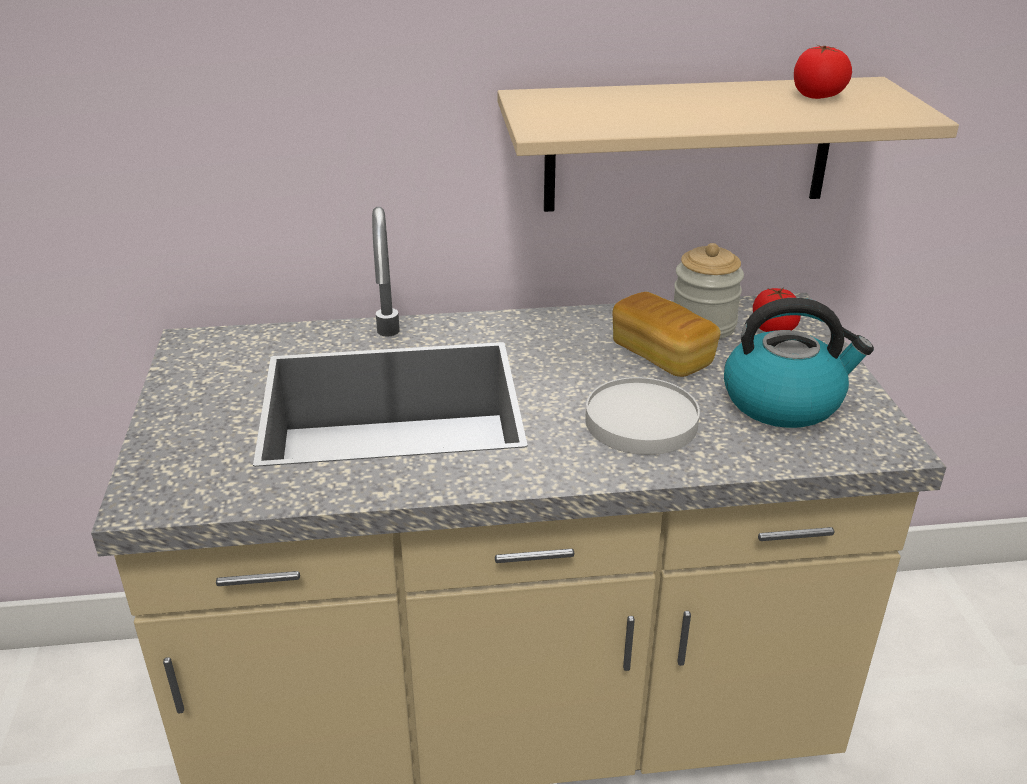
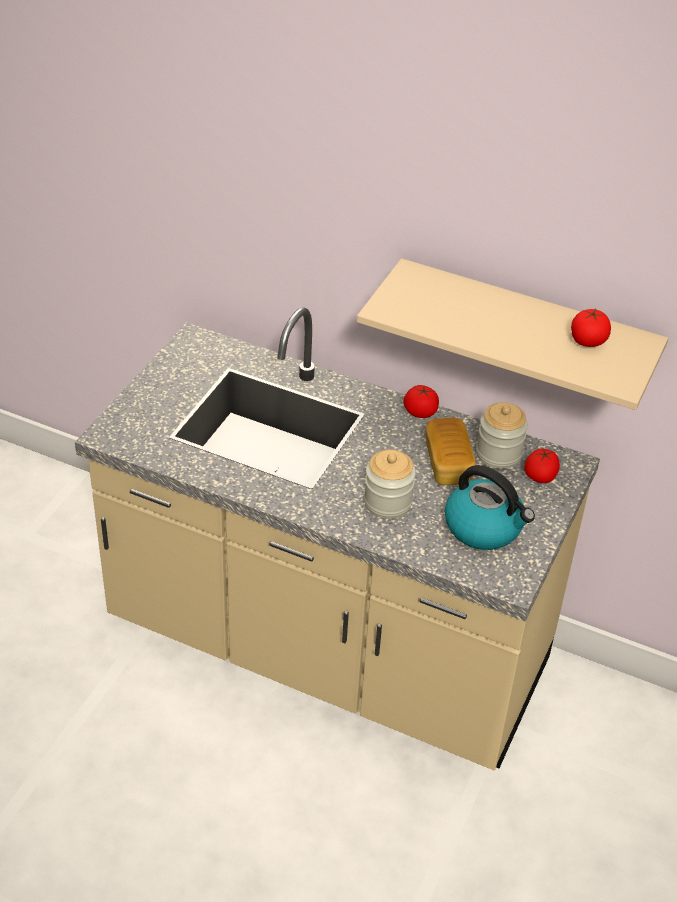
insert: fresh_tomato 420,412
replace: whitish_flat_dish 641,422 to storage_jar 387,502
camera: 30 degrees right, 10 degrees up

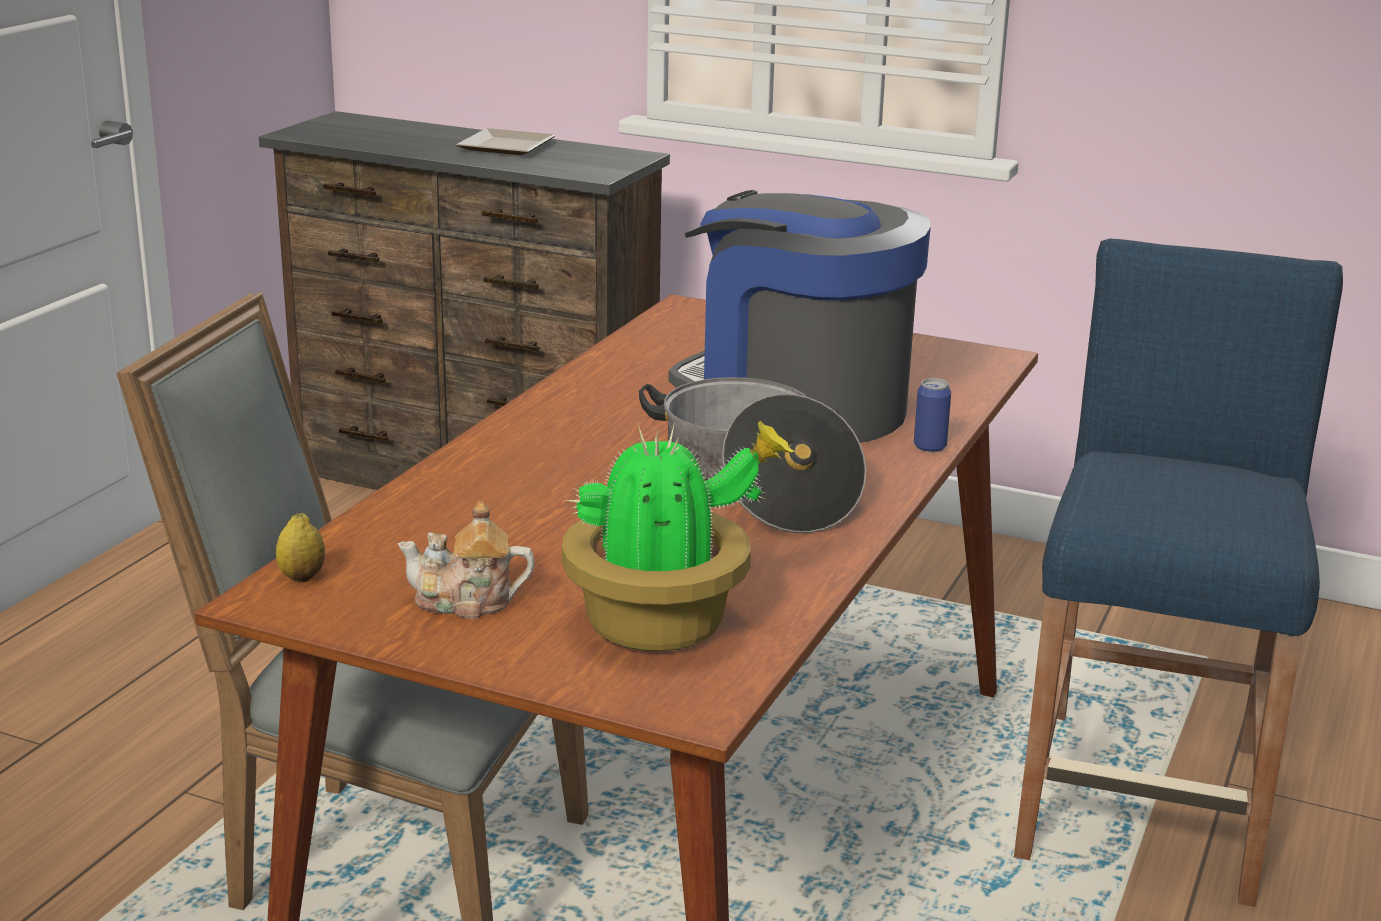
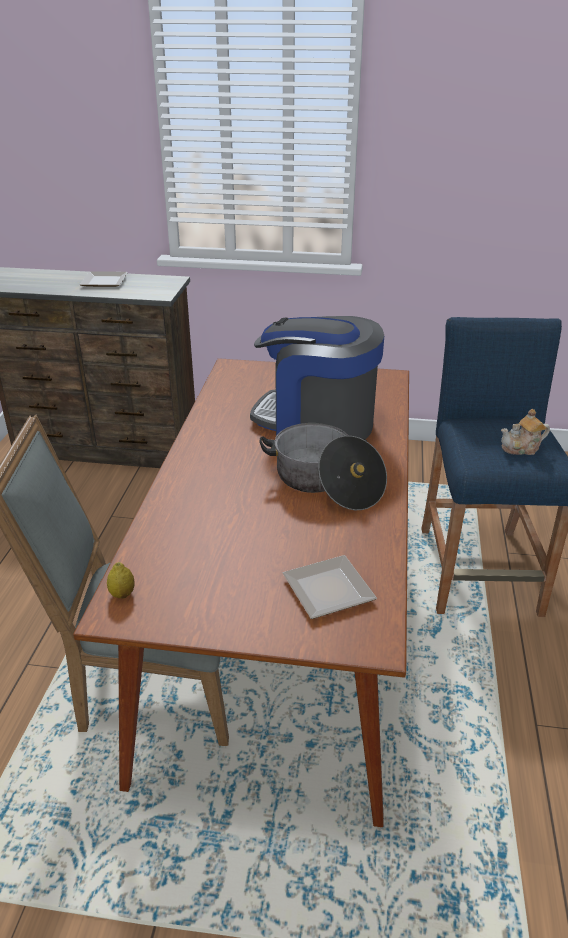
delete: metal_can 929,447
move: pot_for_tea 466,602 to 522,448
replace: houseplant 663,624 to flat_dish 329,588
camera: 15 degrees left, 10 degrees up

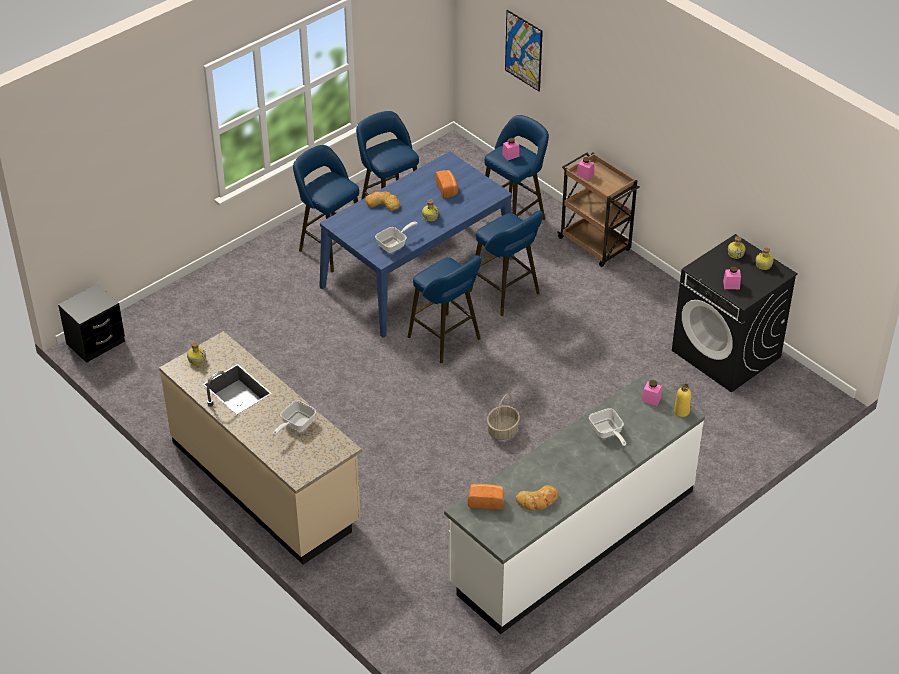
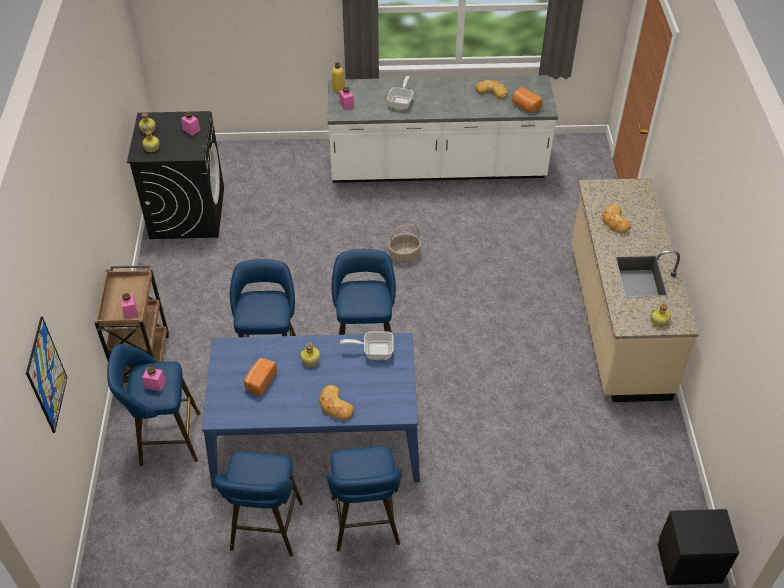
replace: pan 295,425 to baked_bread 614,221
camera: 140 degrees left, 5 degrees up

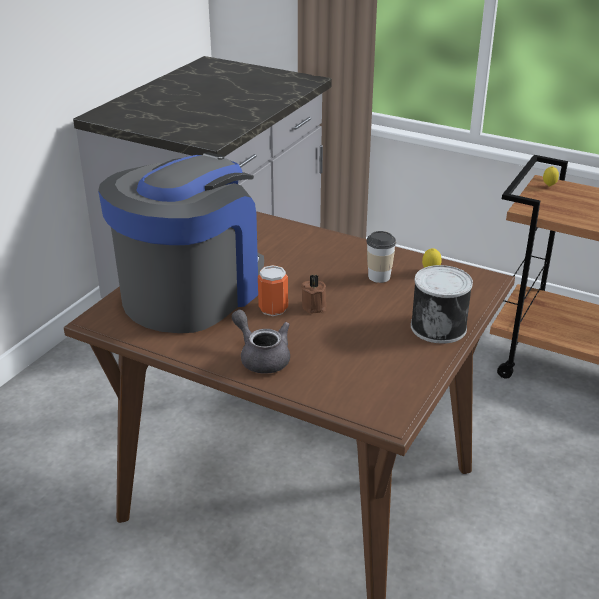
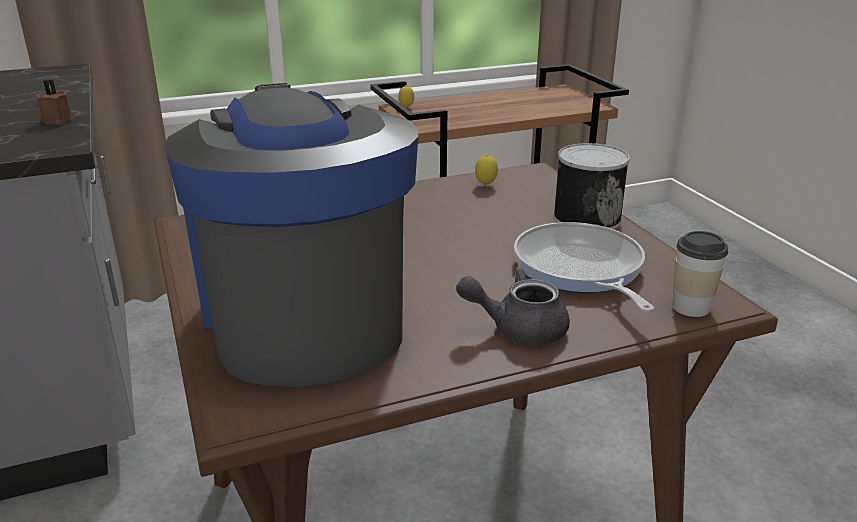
delete: metal_can 273,309
insert: pan 580,269
move: brownish_wax_candle 315,306 to 58,120; drinking_cup 379,277 to 691,307
camera: 50 degrees left, 5 degrees down

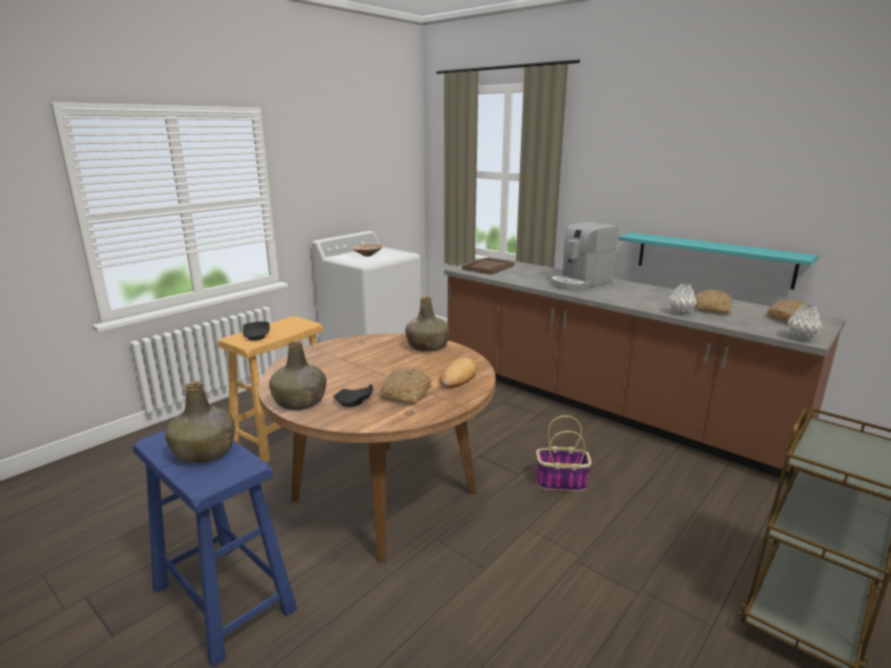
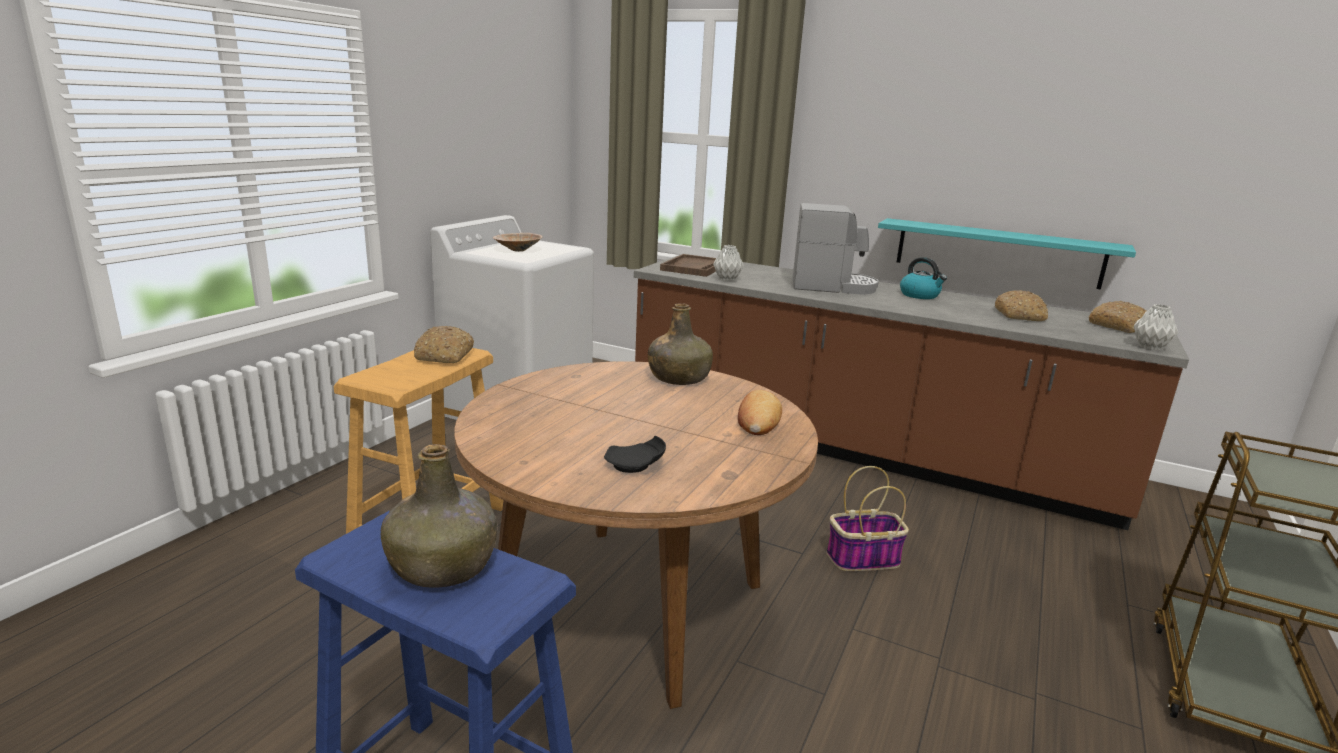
delete: black_flat_dish 257,336; greenish_bottle 300,402
insert: water_kettle 920,295
move: baked_bread 406,394 to 445,355; grey_vase 680,313 to 726,279
rotate: coffee_machine 579,283 = 832,286 120 degrees counterclockwise
camera: 15 degrees left, 0 degrees up

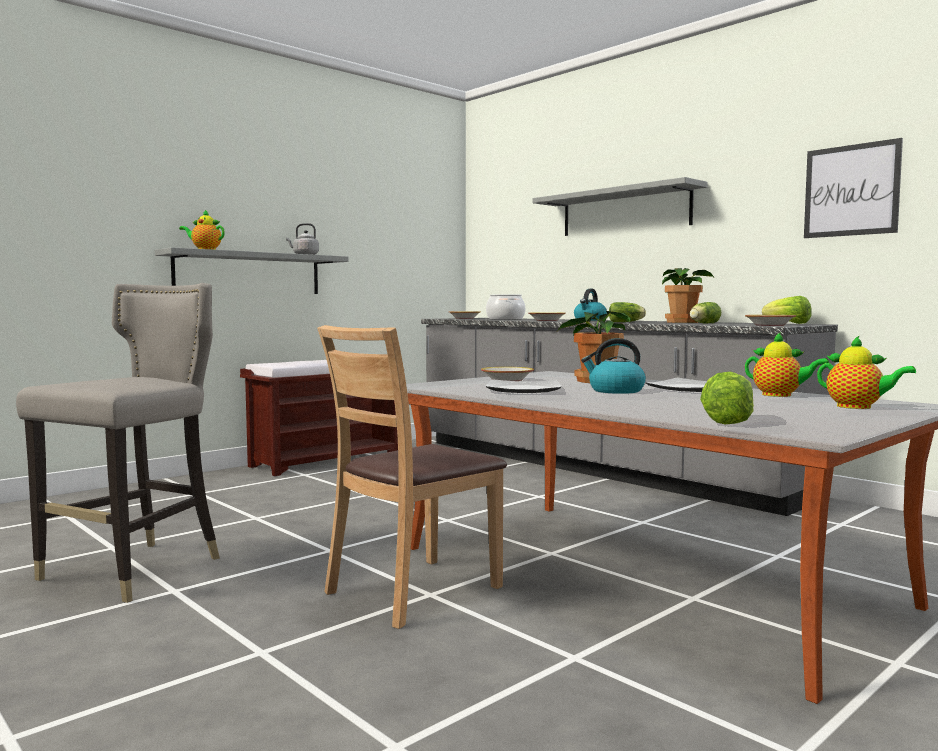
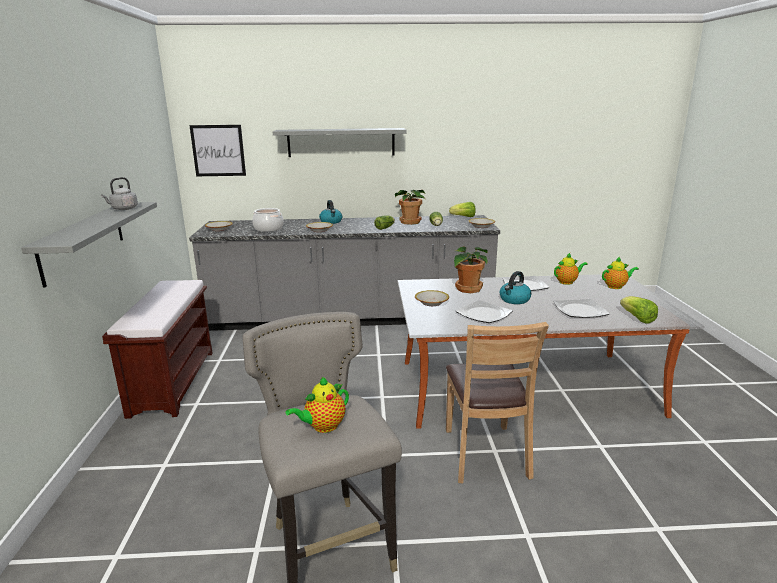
insert: flat_dish 580,311
move: pot_for_tea 204,250 to 323,427; picture 851,190 to 218,150
camera: 50 degrees left, 15 degrees up

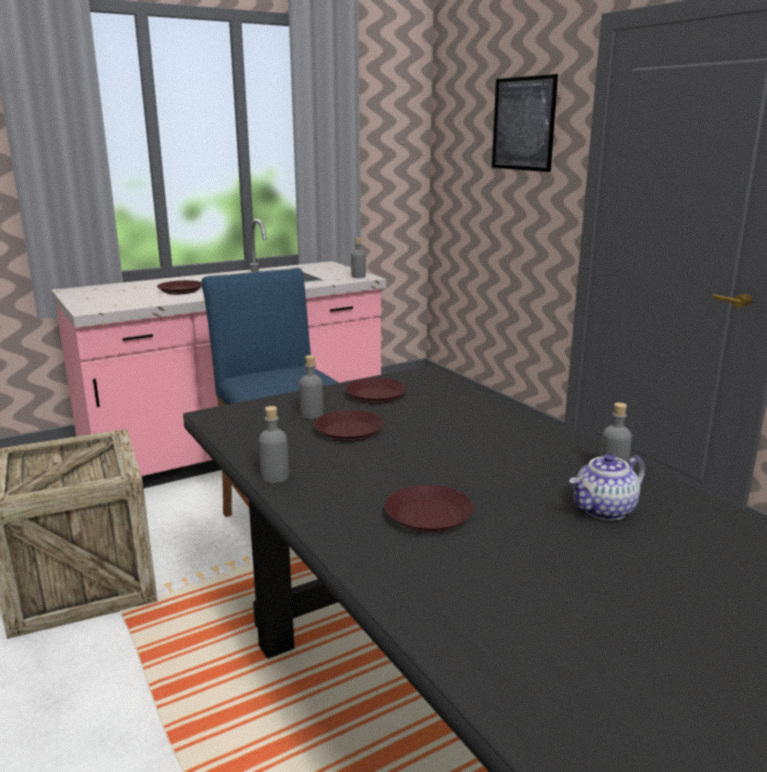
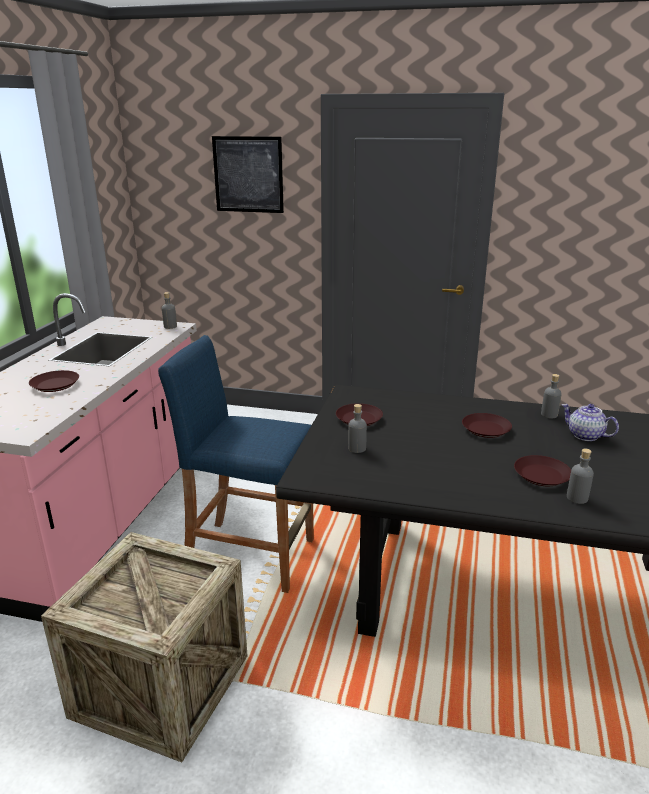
move: grey_bottle 275,477 to 577,498; brownish_flat_dish 348,431 to 485,429
rotate: pot_for_tea 604,510 = 585,435 120 degrees clockwise
camera: 45 degrees left, 5 degrees up

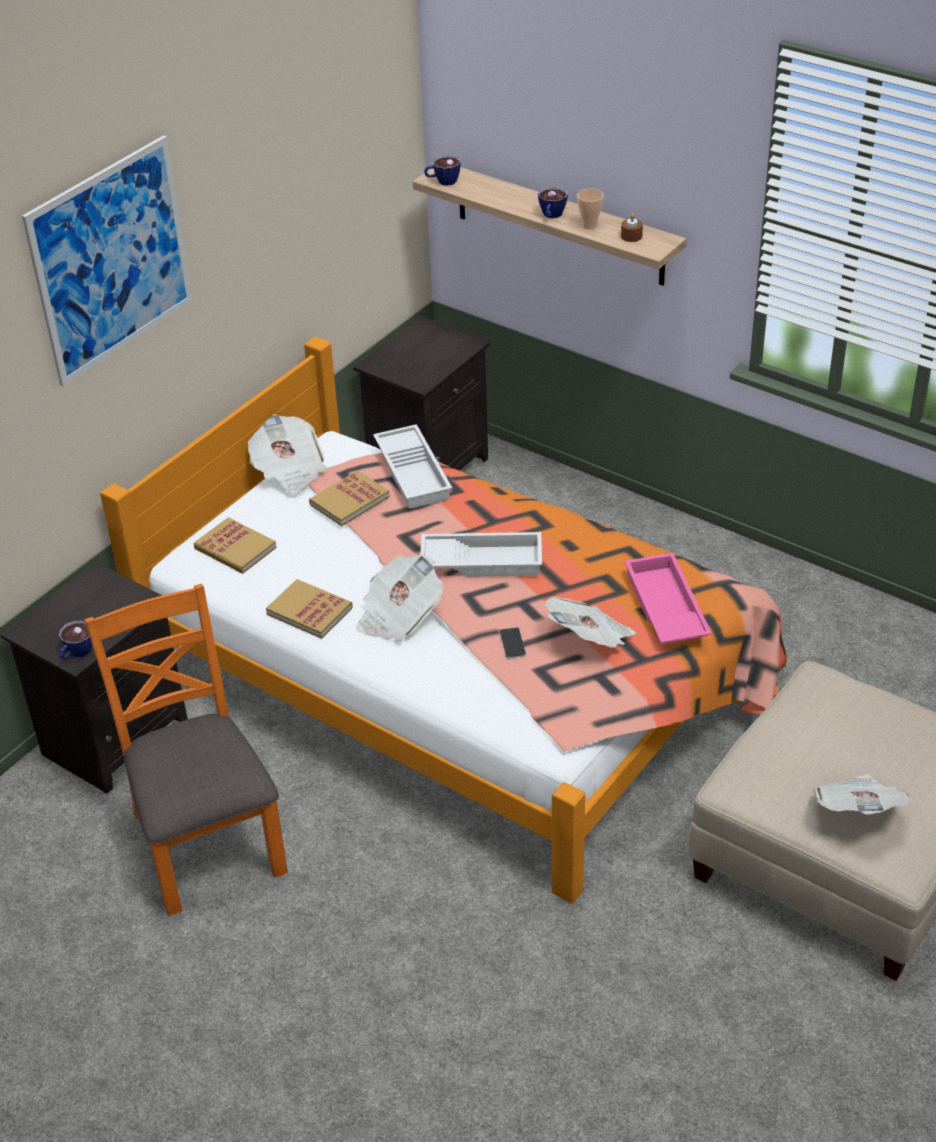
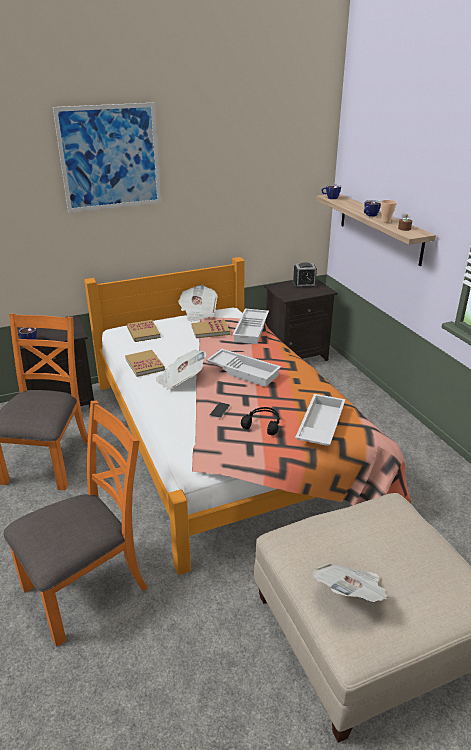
insert: orange_plain_chair 86,587; table_clock 304,284
replace: daily_paper 590,640 to black_headphones 263,424
recolor: pinkish_carrying_tray 664,608 to whitish_carrying_tray 319,425
camera: 30 degrees right, 10 degrees down

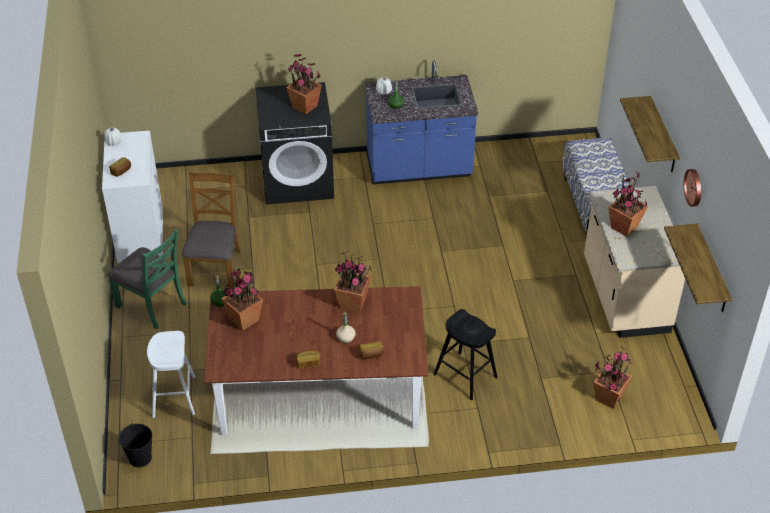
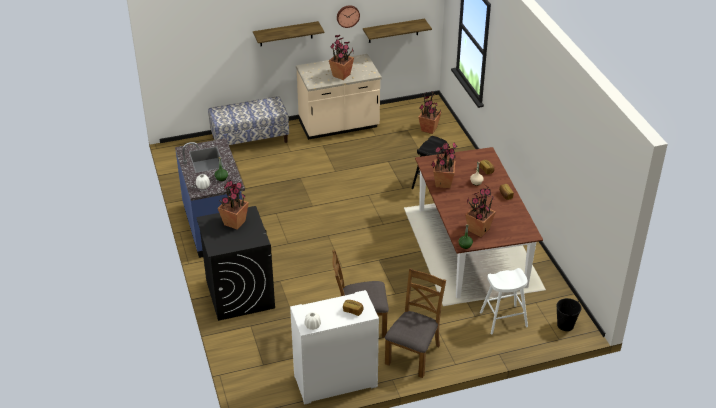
recolor: greenish_plain_chair 152,304 to brownish_plain_chair 413,354
camera: 100 degrees left, 5 degrees down

